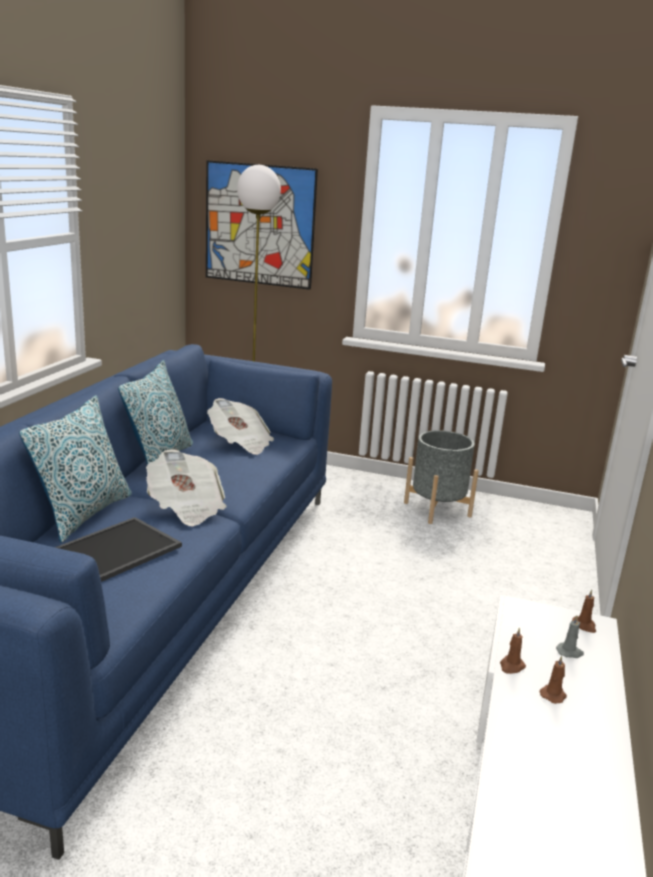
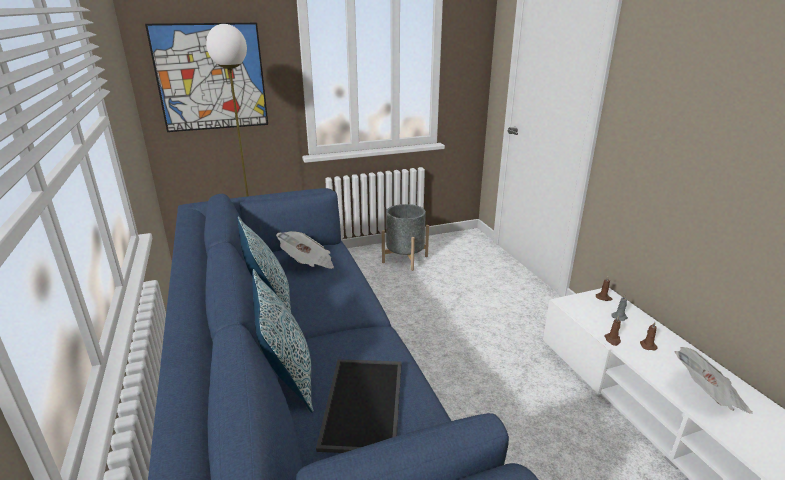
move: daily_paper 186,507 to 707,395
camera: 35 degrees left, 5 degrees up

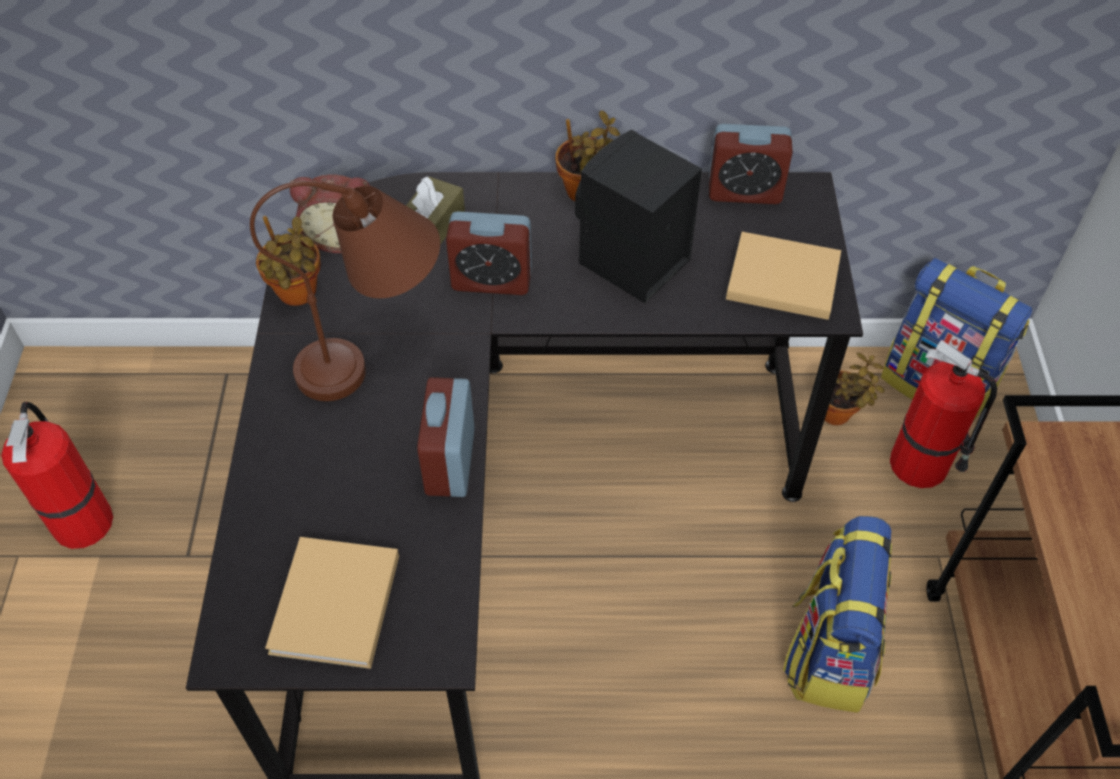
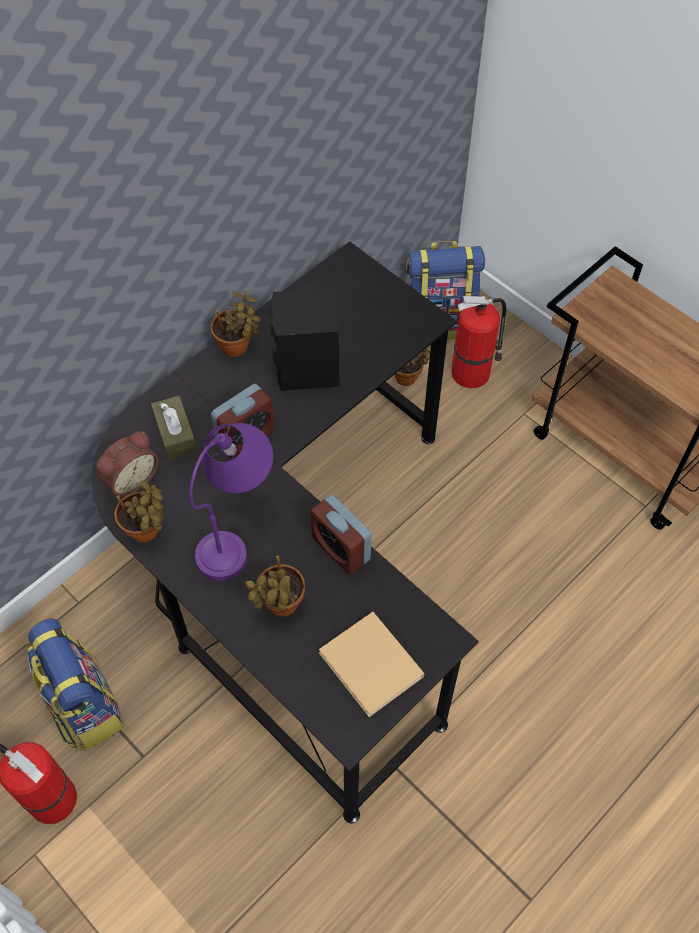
delete: table_clock 744,191; beige-coloured_volume 779,278
insert: houseplant 280,606
move: rucksack 828,651 to 83,706
recolor: brownish_table_lamp 377,358 to purplish_table_lamp 237,528
camera: 45 degrees left, 5 degrees up

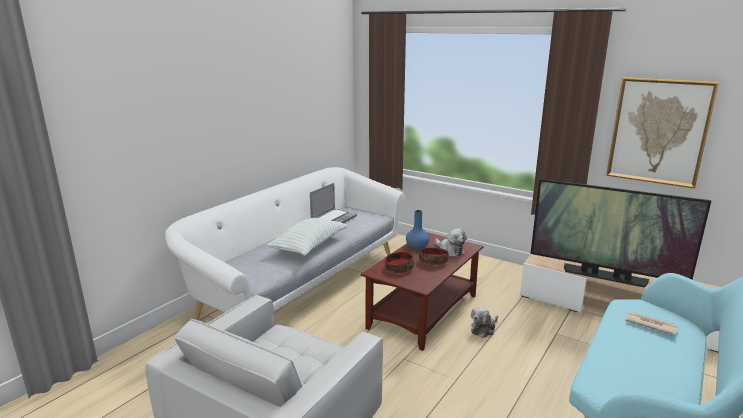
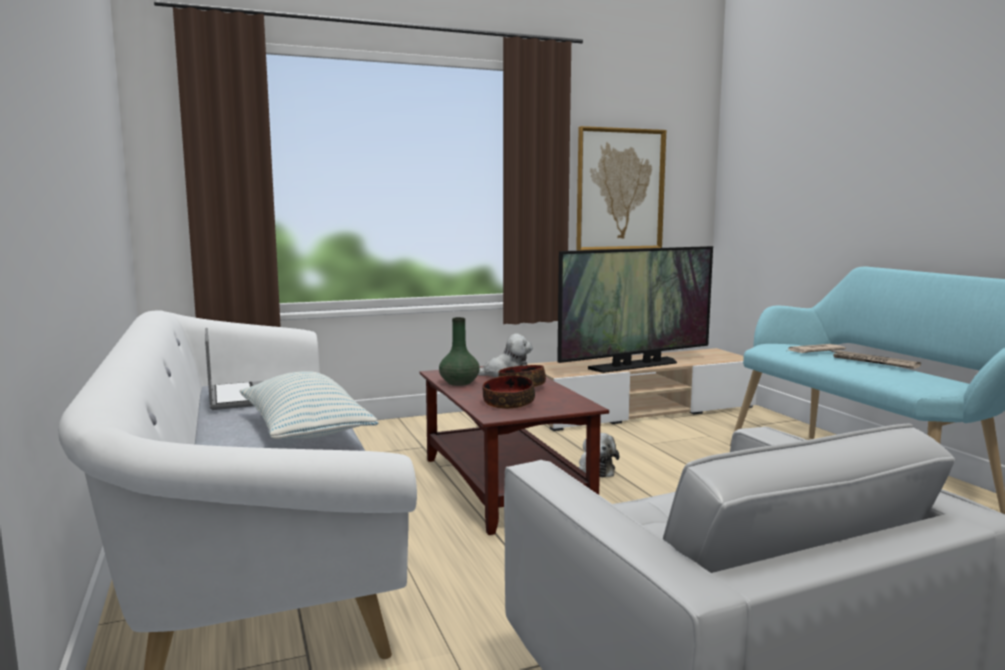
insert: daily_paper 873,362
recolor: bluish_vase 417,246 to greenish_vase 459,383
camera: 55 degrees left, 10 degrees down

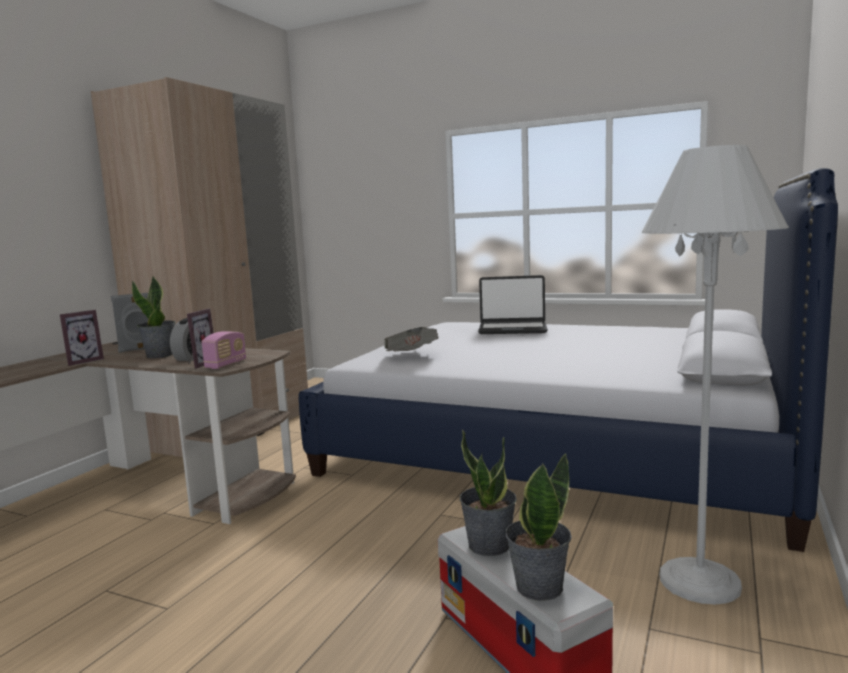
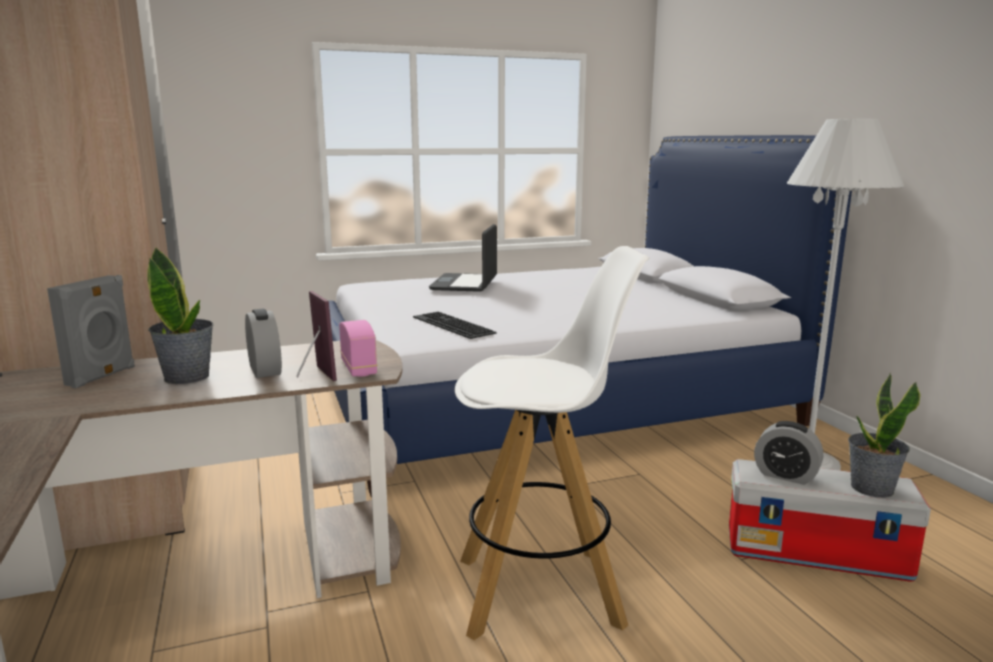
delete: standing_frame 82,361
insert: whitish_stool_seat 541,591
replace: daily_paper 411,356 to keyboard 450,325; houseplant 489,545 to table_clock 785,475
rotate: notebook_computer 512,329 = 465,284 135 degrees clockwise
camera: 45 degrees left, 5 degrees up

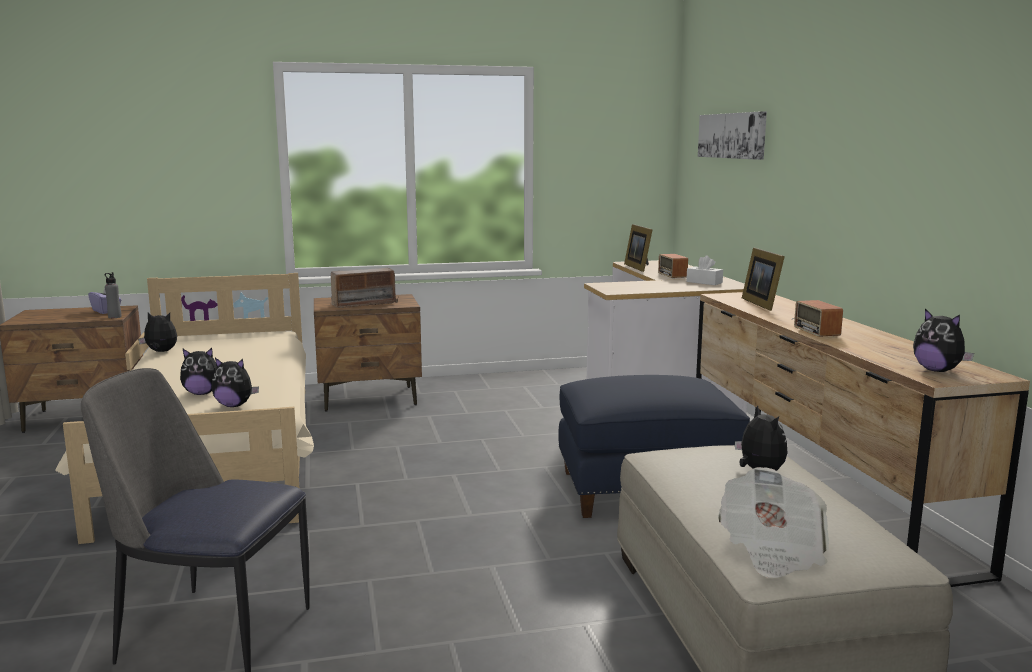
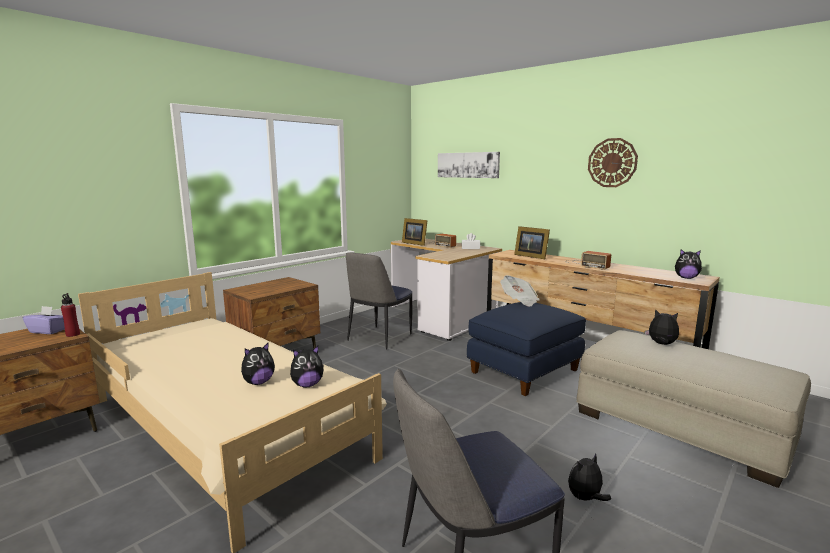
delete: radio 364,304
insert: plain_chair 379,338; clock_on_the_wall 612,163
move: cuddly_toy 161,352 to 585,498; daily_paper 771,550 to 519,301
recolor: grey_bottle 114,317 to reddish_bottle 73,334
camera: 35 degrees left, 0 degrees up

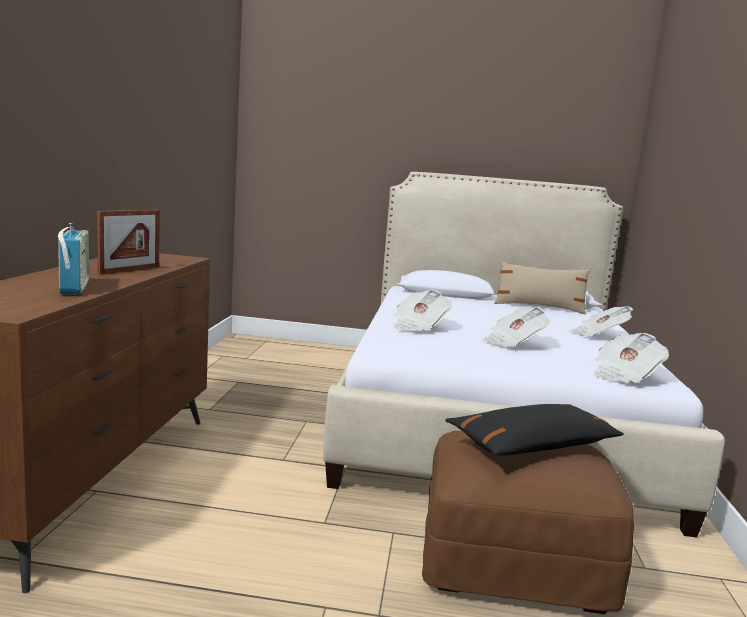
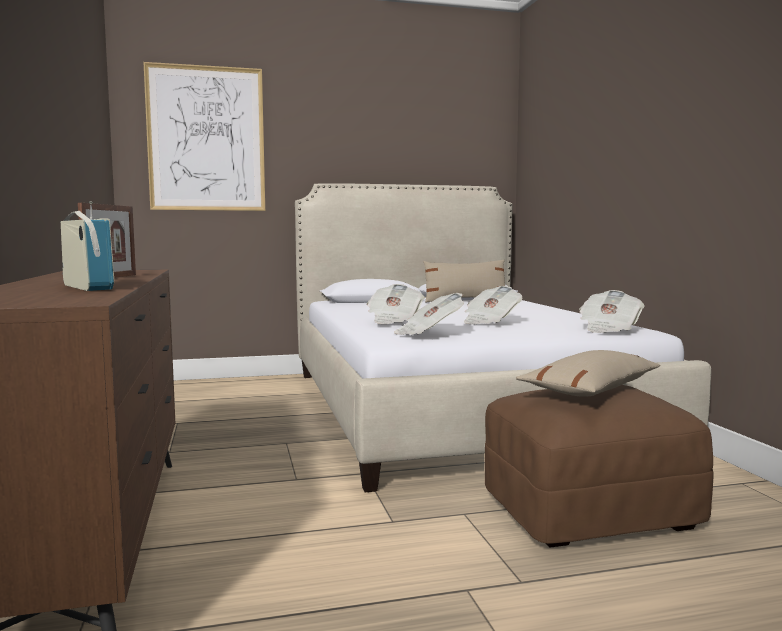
insert: picture 206,139
move: daily_paper 598,336 to 428,333
recolor: black_cushion 533,445 to beige-coloured_cushion 591,389
camera: 20 degrees left, 5 degrees down

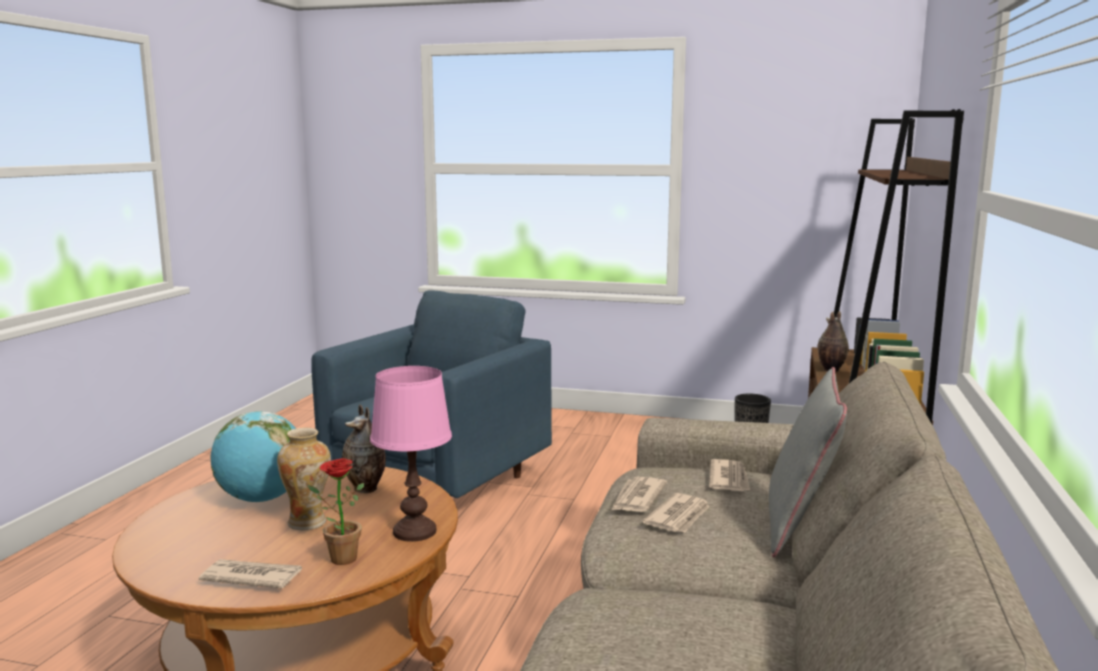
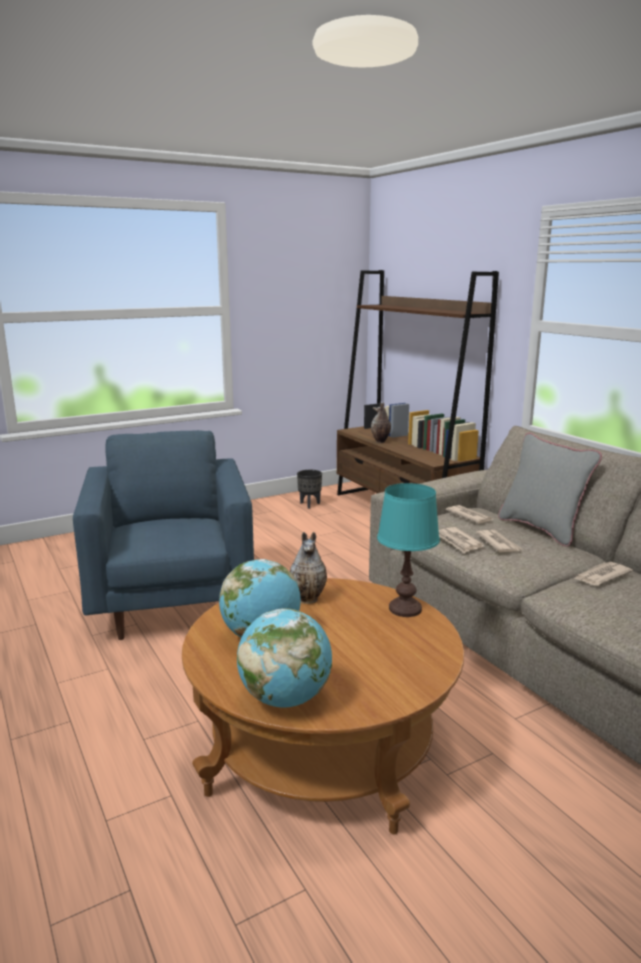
delete: vase 308,523; houseplant 338,558
insert: world_globe 285,698
move: daily_paper 251,577 to 601,576
recolor: pinkish_table_lamp 415,531 to turquoise_table_lamp 405,608
camera: 45 degrees left, 5 degrees up

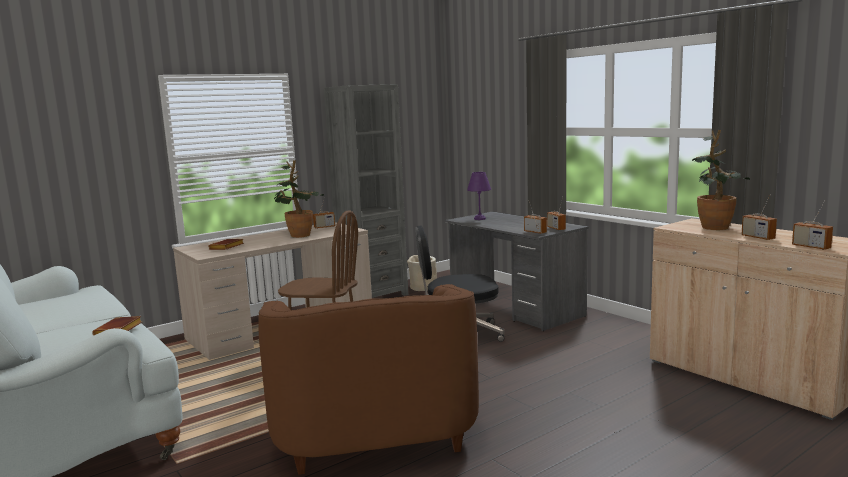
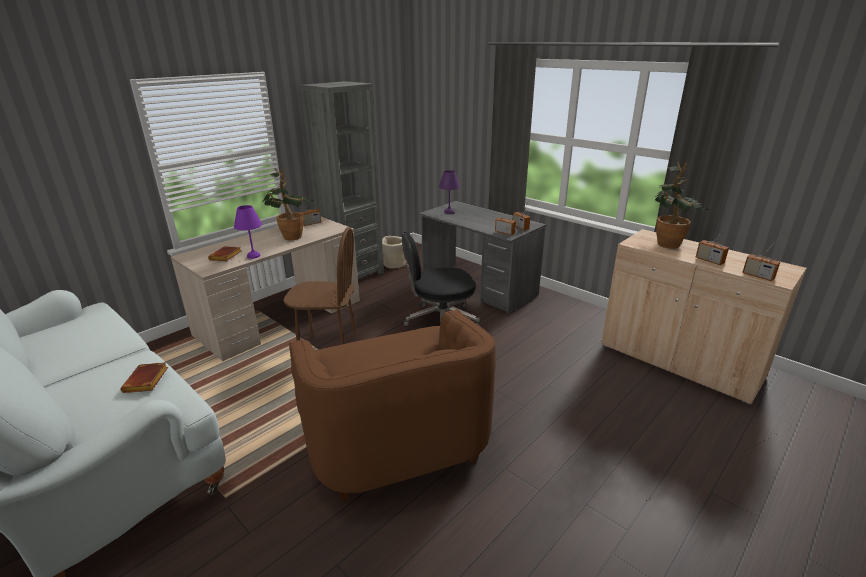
insert: purplish_table_lamp 253,256
camera: 10 degrees left, 15 degrees up

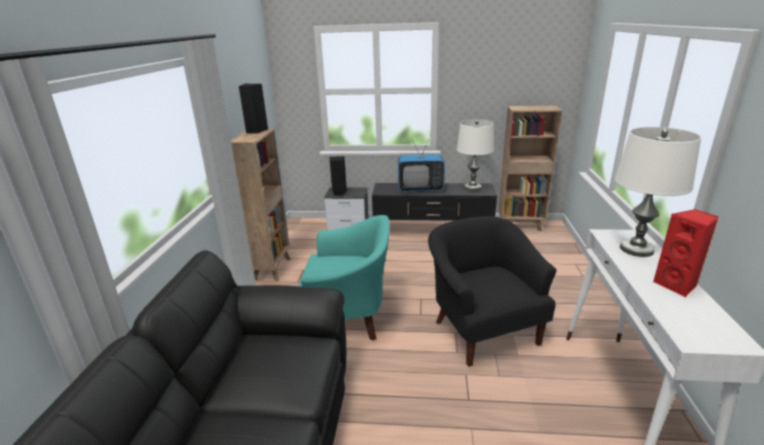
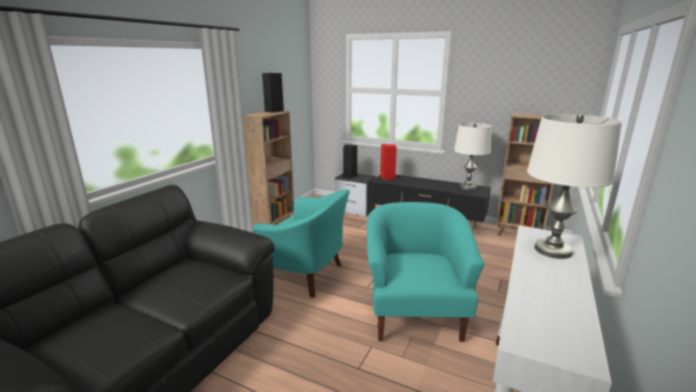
delete: television 420,189
move: reddish_speaker 677,285 to 387,177
recolor: black_armchair 483,330 to turquoise_armchair 416,314
camera: 20 degrees right, 5 degrees down

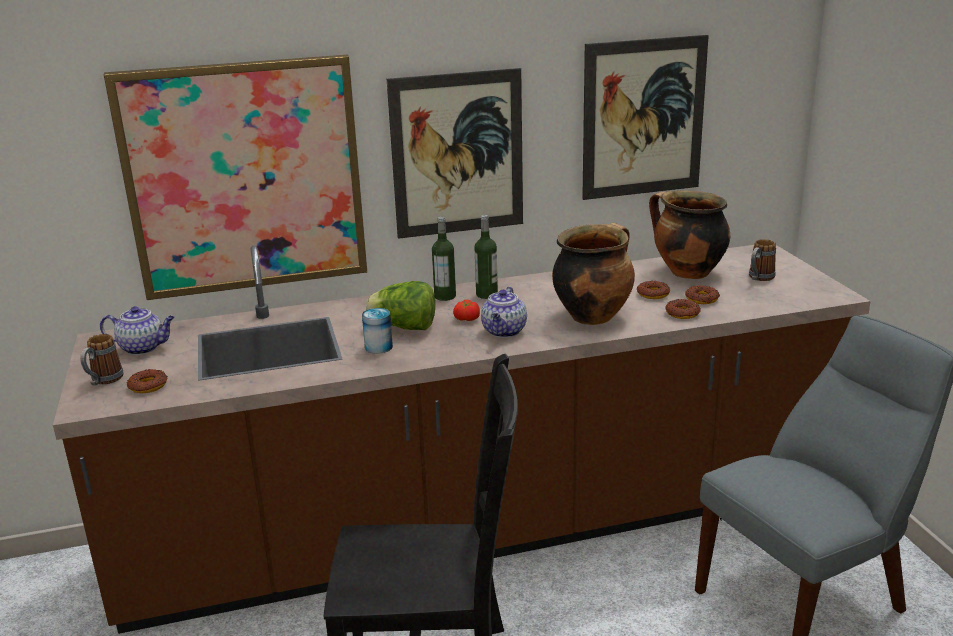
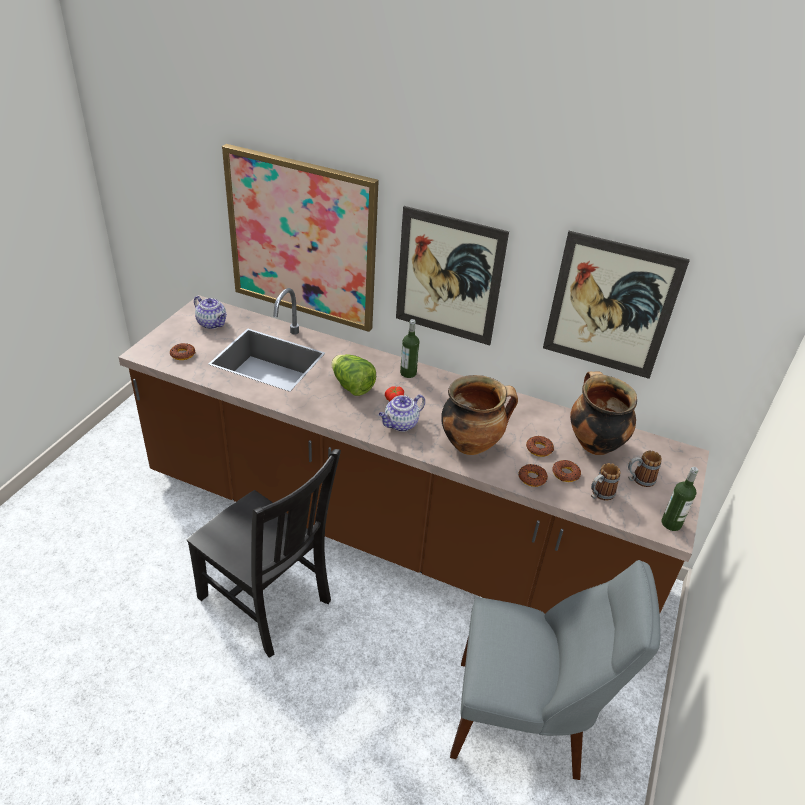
delete: metal_can 378,347
move: mug 103,381 to 599,495; bottle 486,294 to 671,523
camera: 35 degrees right, 15 degrees up

